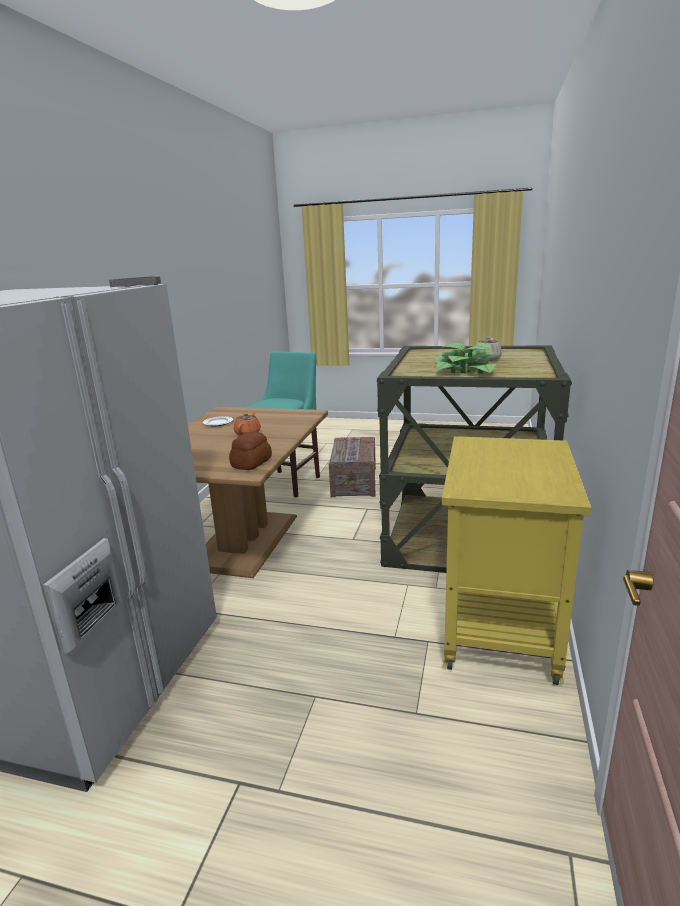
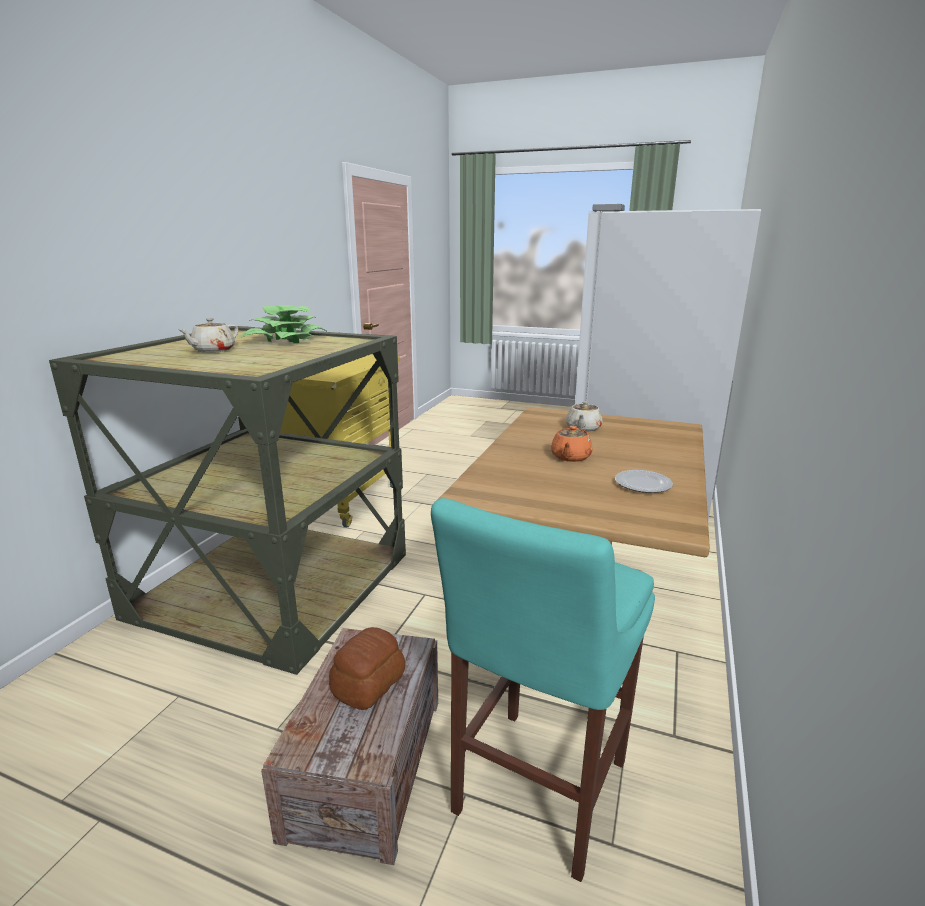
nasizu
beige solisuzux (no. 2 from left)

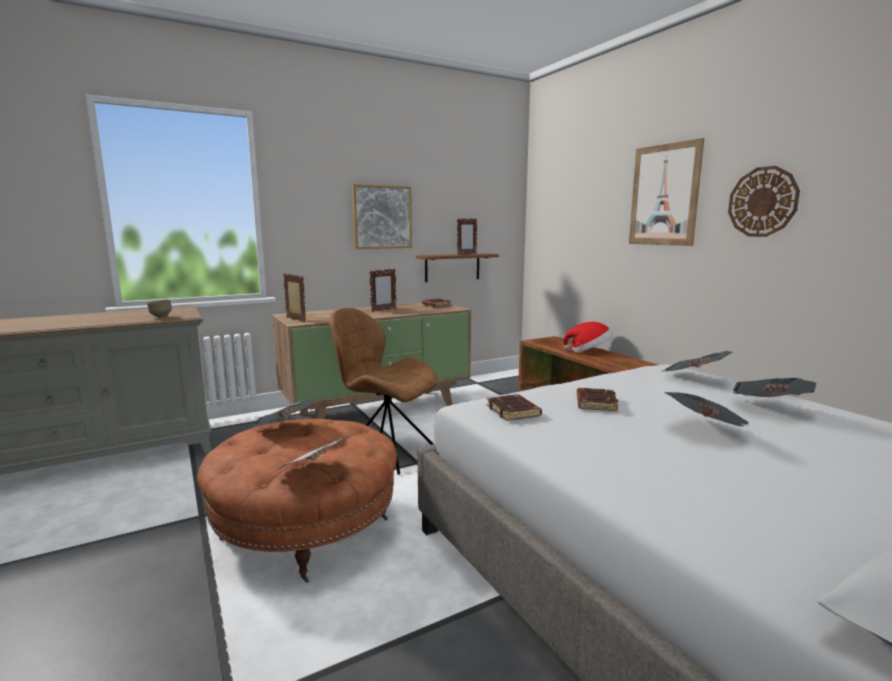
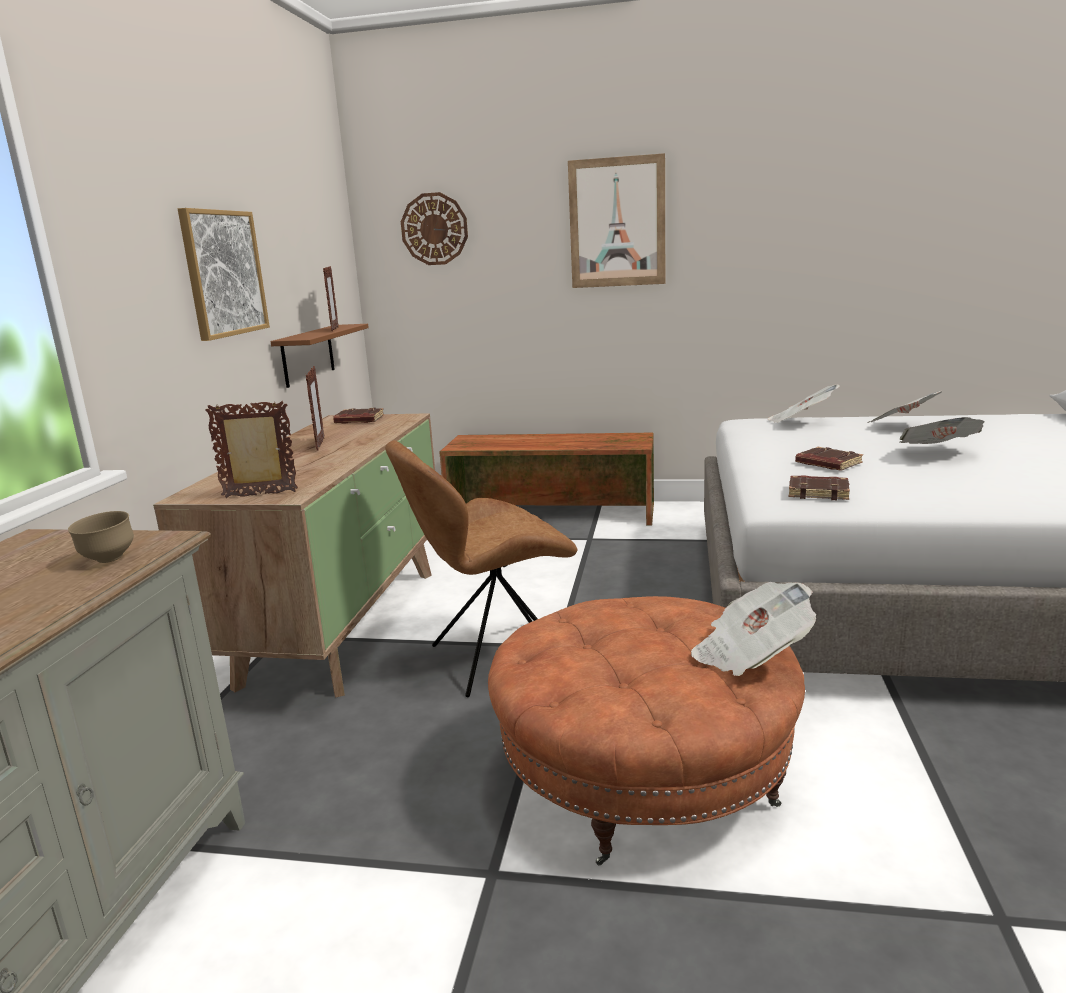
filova
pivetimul
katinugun (no. 1 from left in the first image)

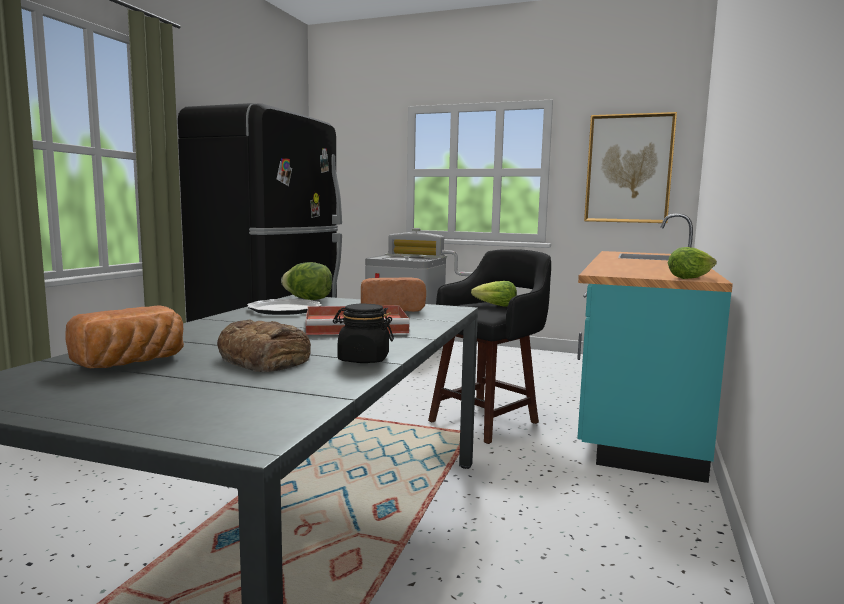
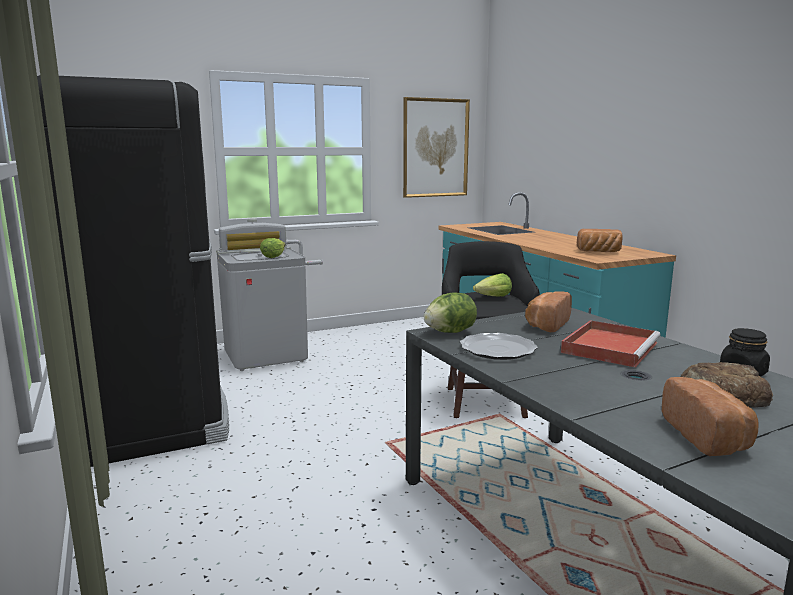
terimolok (no. 1 from left)
nasizu (no. 2 from left)

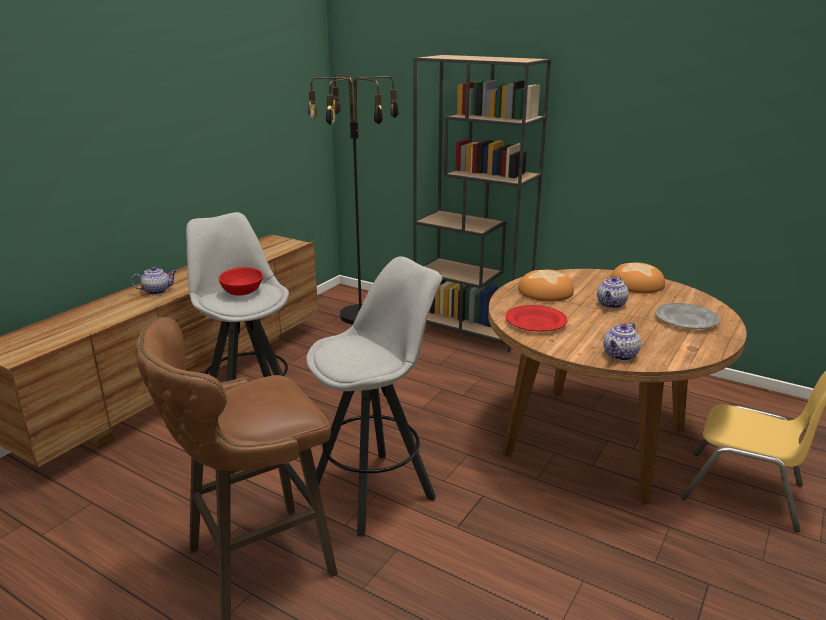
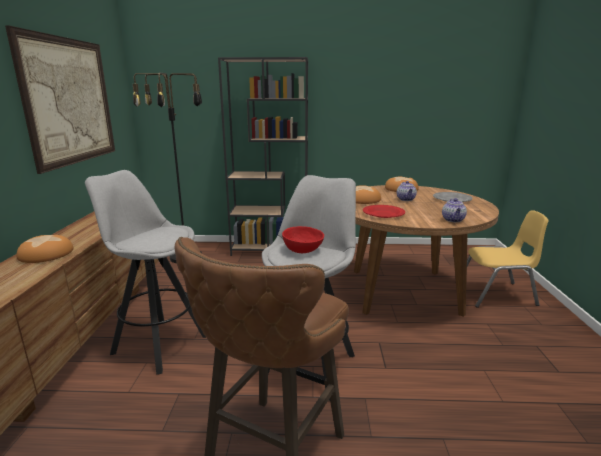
nasizu (no. 1 from left)
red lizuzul
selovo

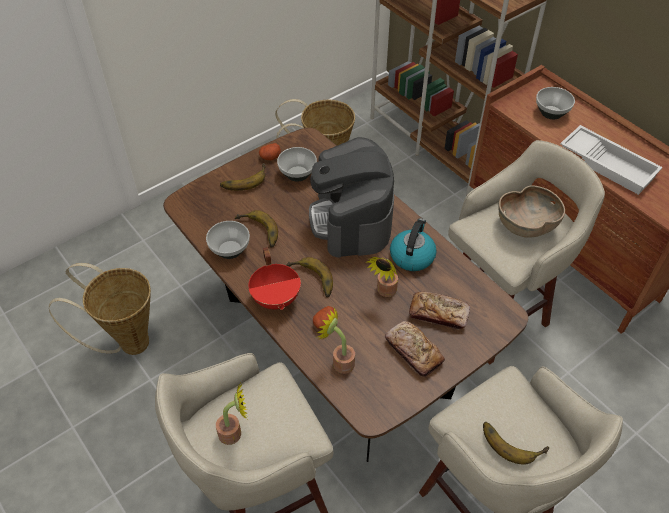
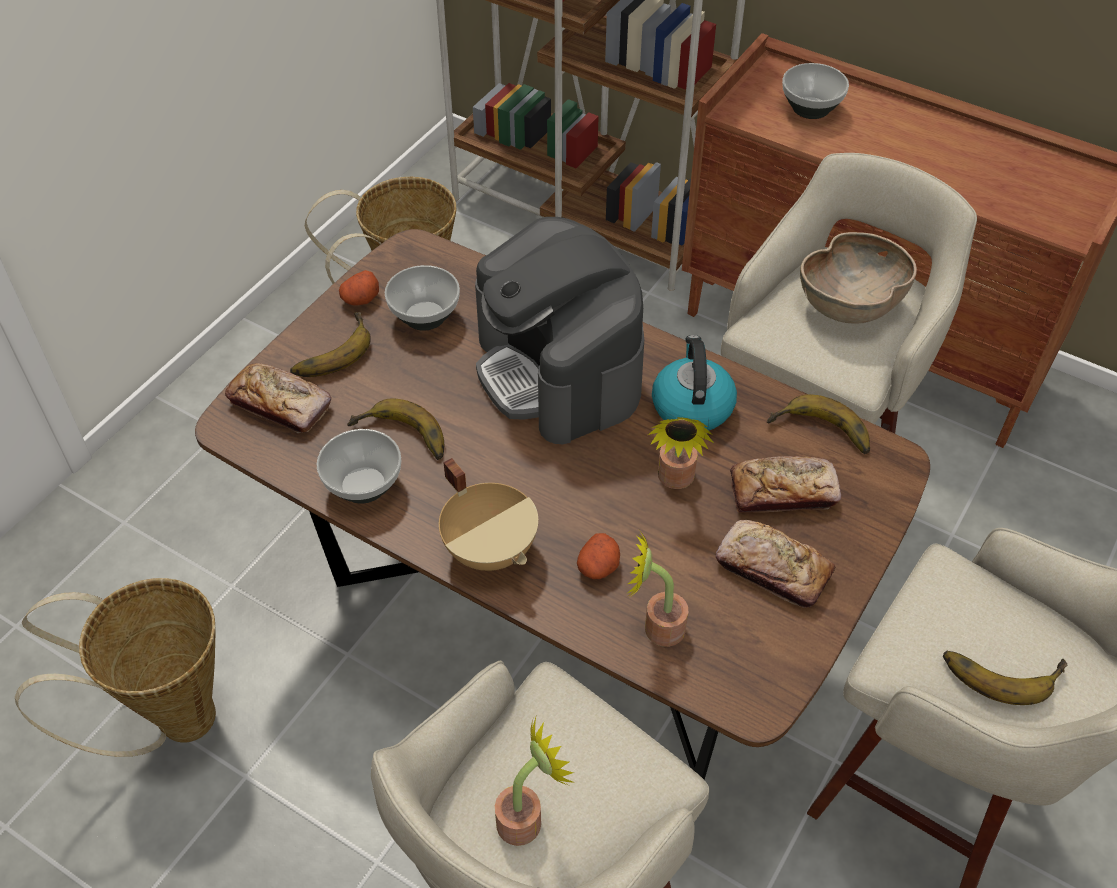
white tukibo
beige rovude
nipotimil (no. 3 from left)
nasizu (no. 1 from left)

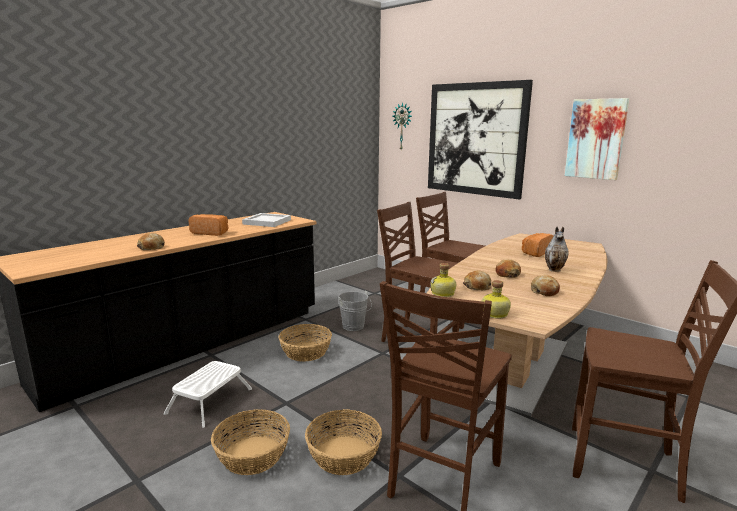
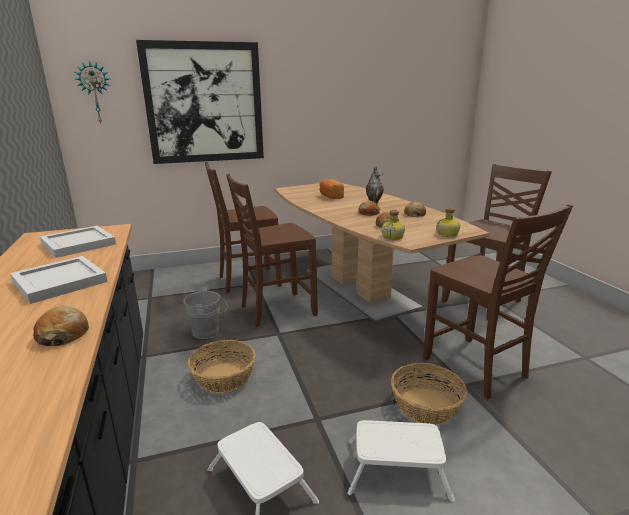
selovo (no. 2 from left in the first image)
white tukibo (no. 1 from left)
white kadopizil (no. 2 from left)

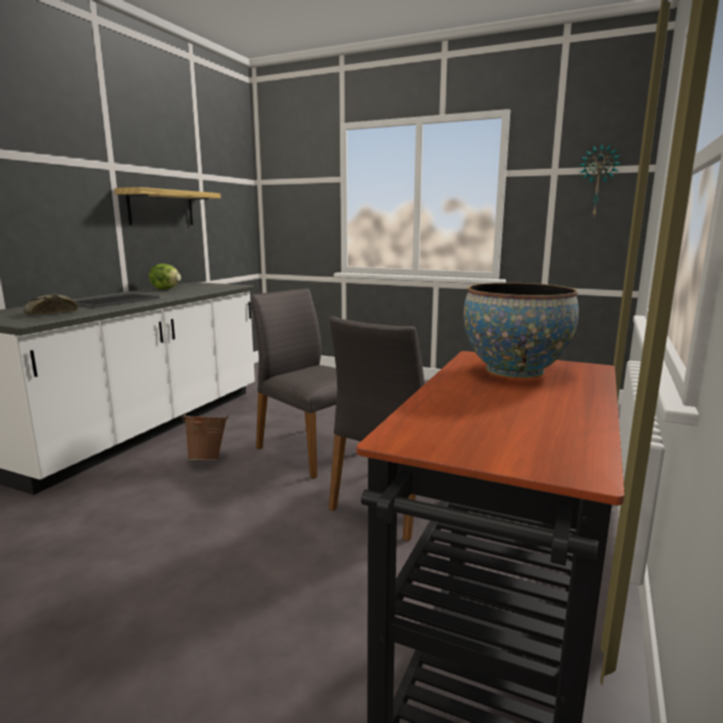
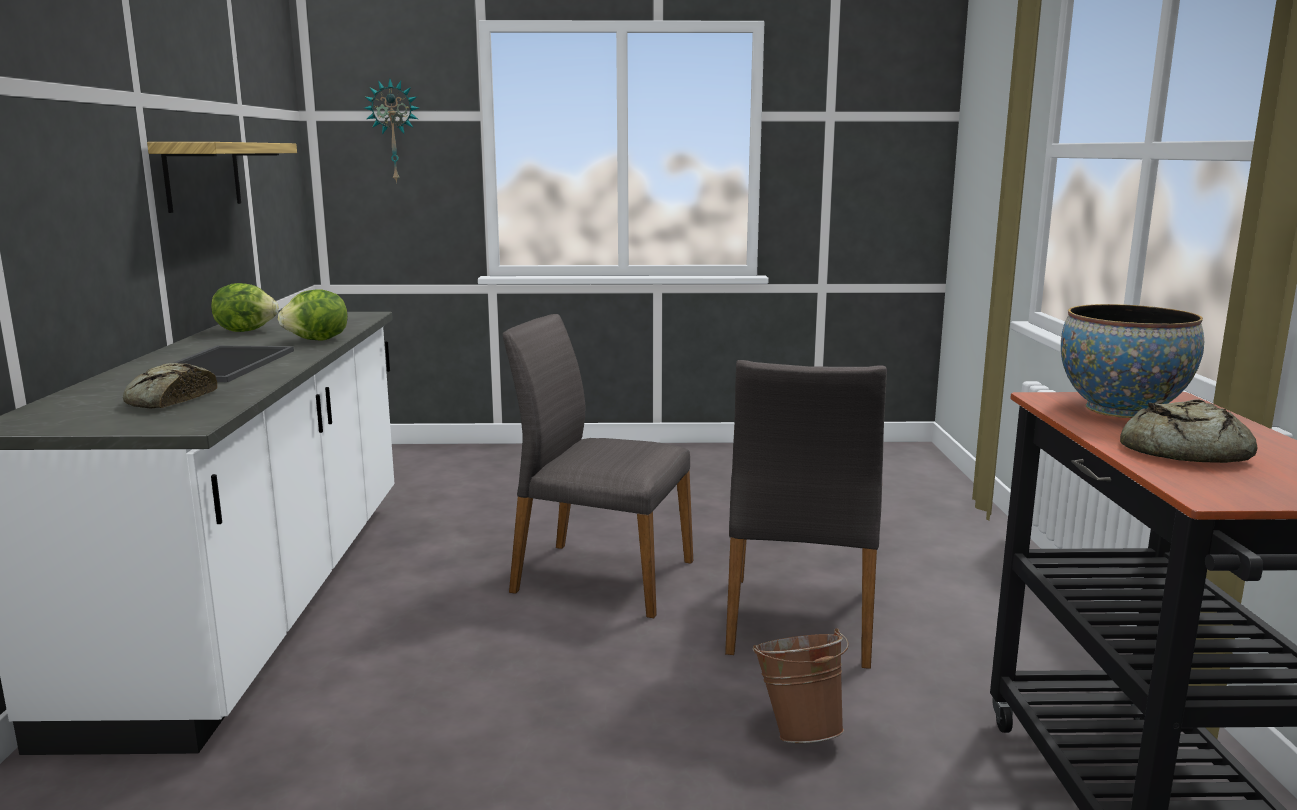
filova
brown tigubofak
terimolok (no. 2 from left)
nasizu (no. 2 from left)

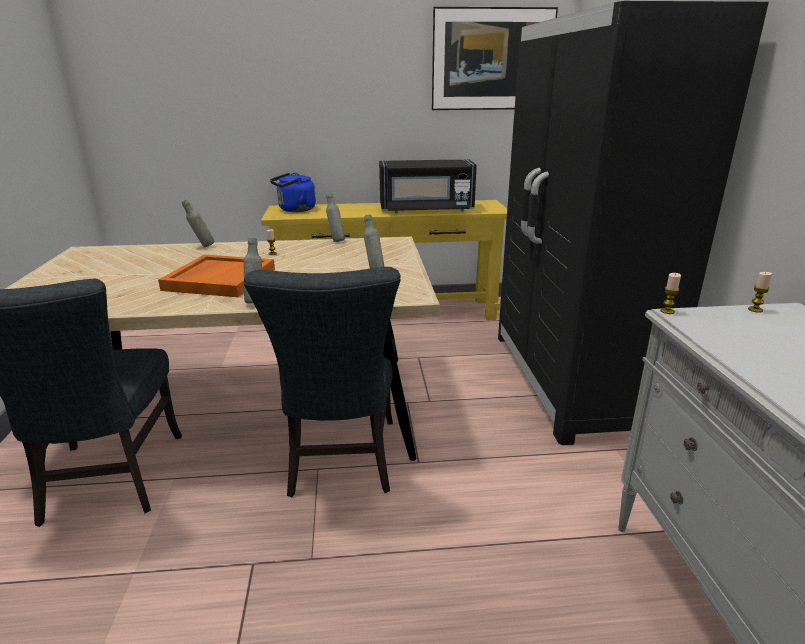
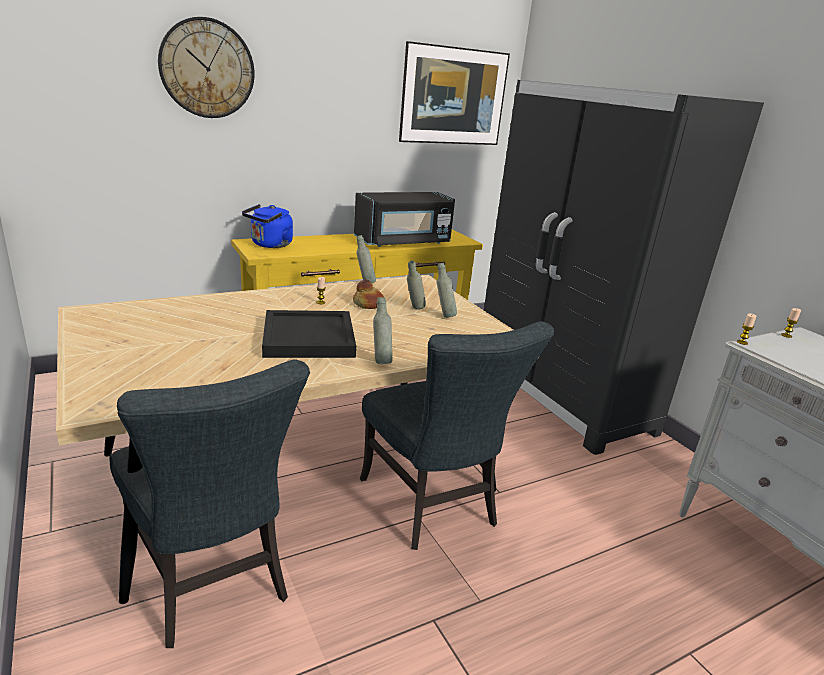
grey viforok (no. 3 from left)
black tukibo
filova
nasizu

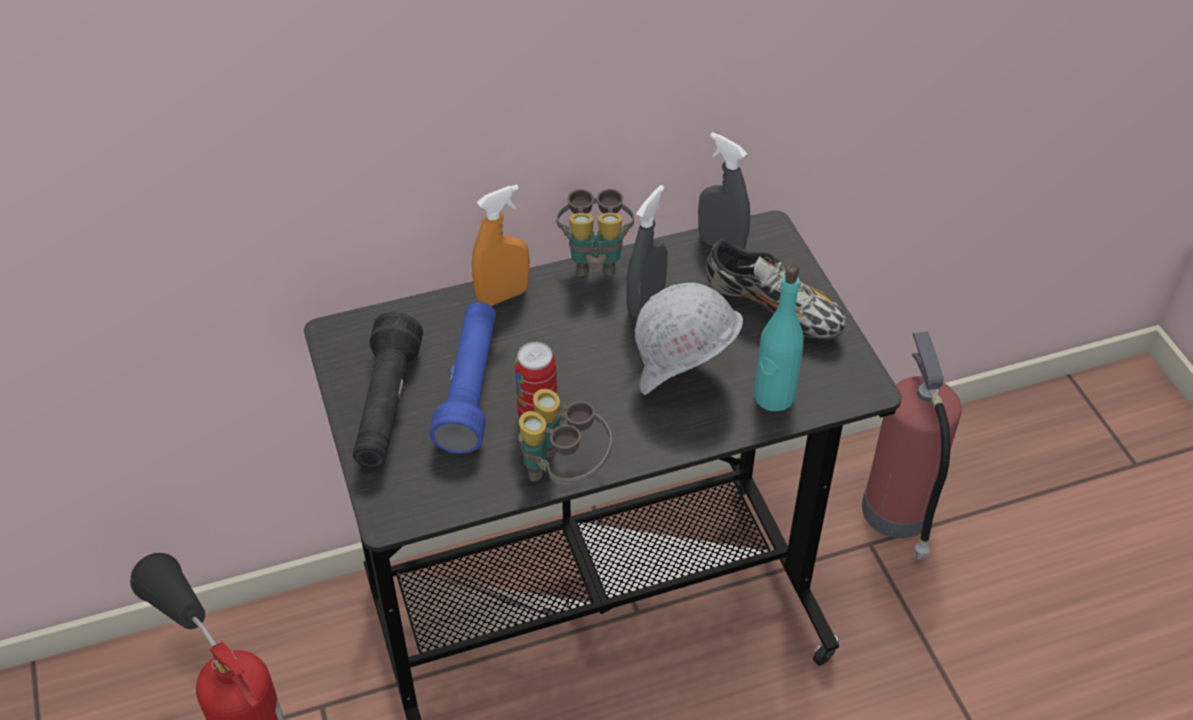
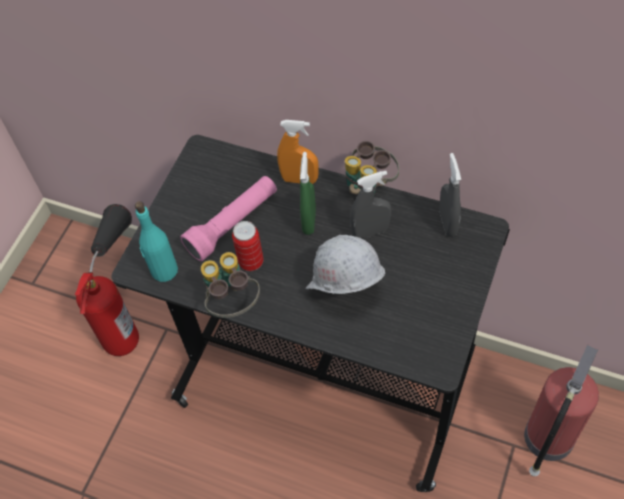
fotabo
turquoise viforok
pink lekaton
black lekaton
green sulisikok

